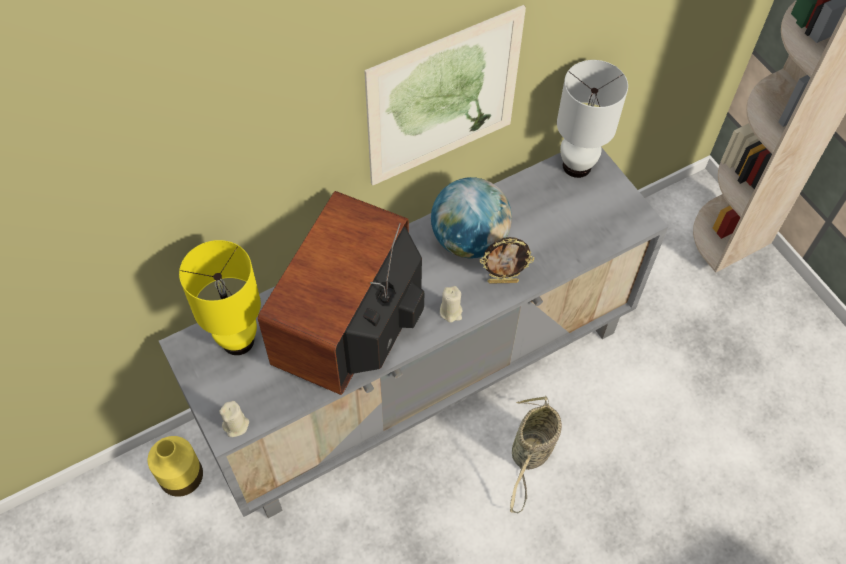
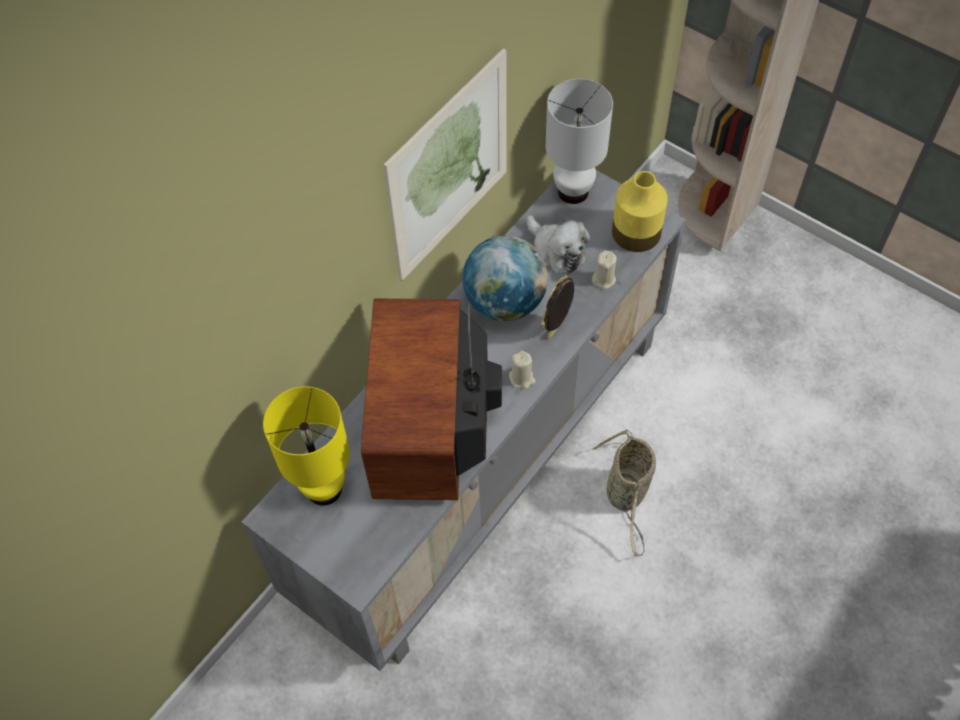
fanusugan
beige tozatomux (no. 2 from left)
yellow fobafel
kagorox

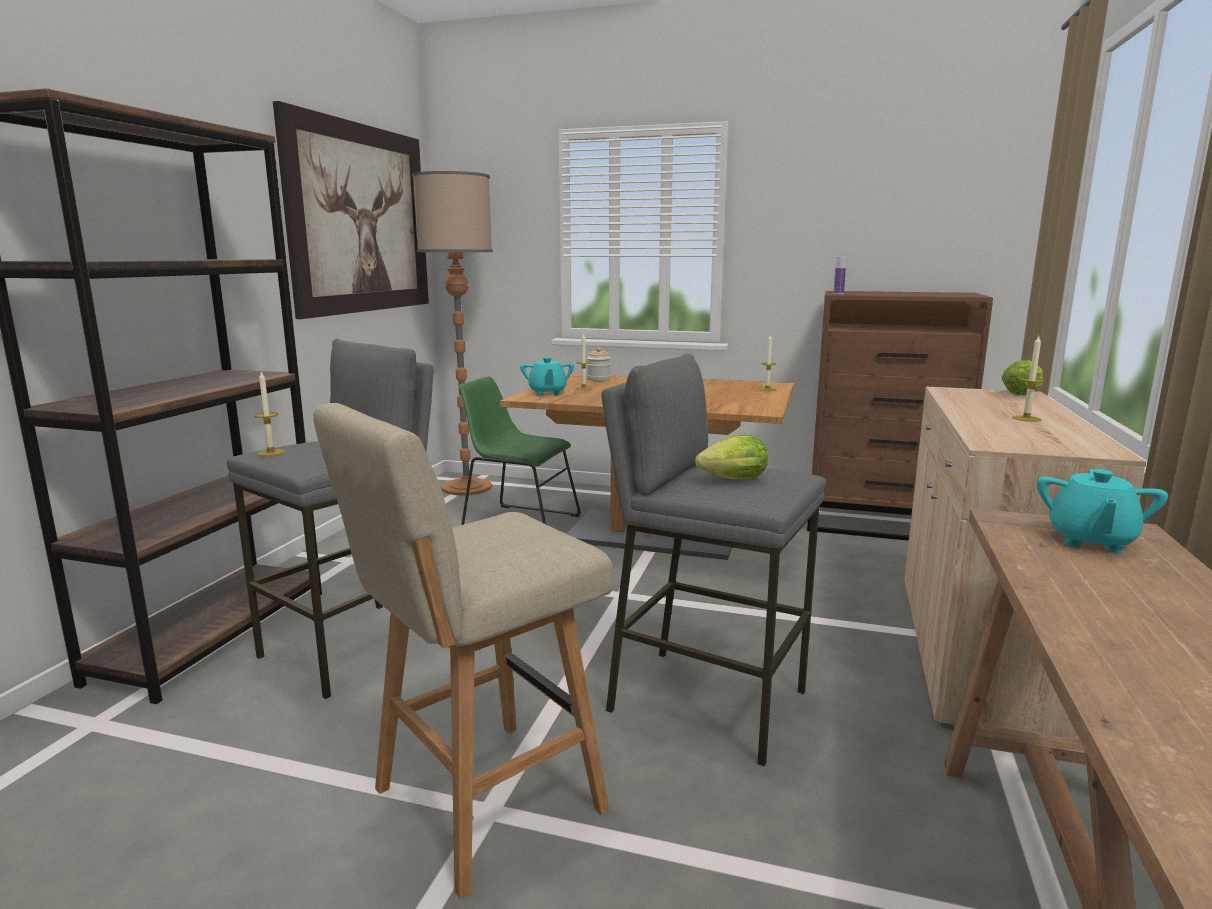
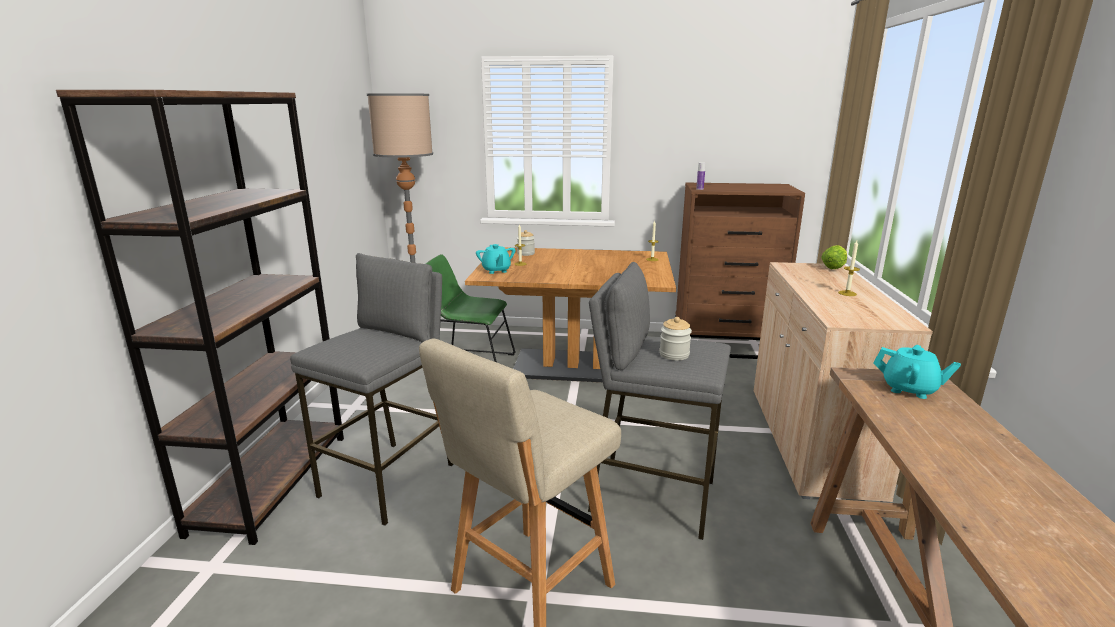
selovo
tozatomux (no. 1 from left in the first image)
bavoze (no. 2 from left)
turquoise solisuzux (no. 2 from left)

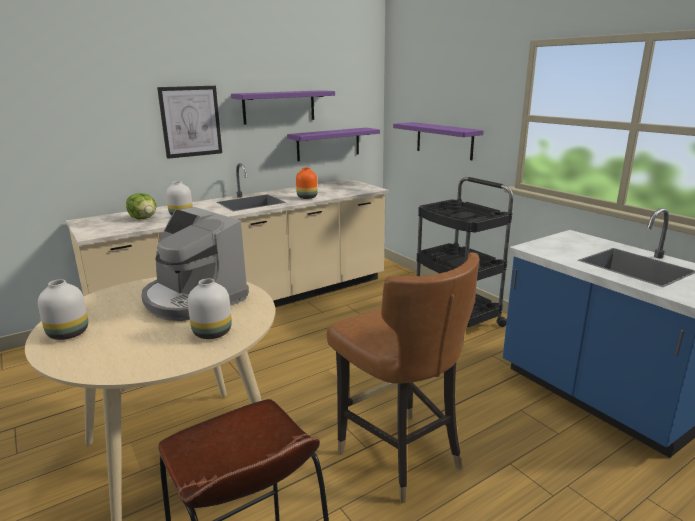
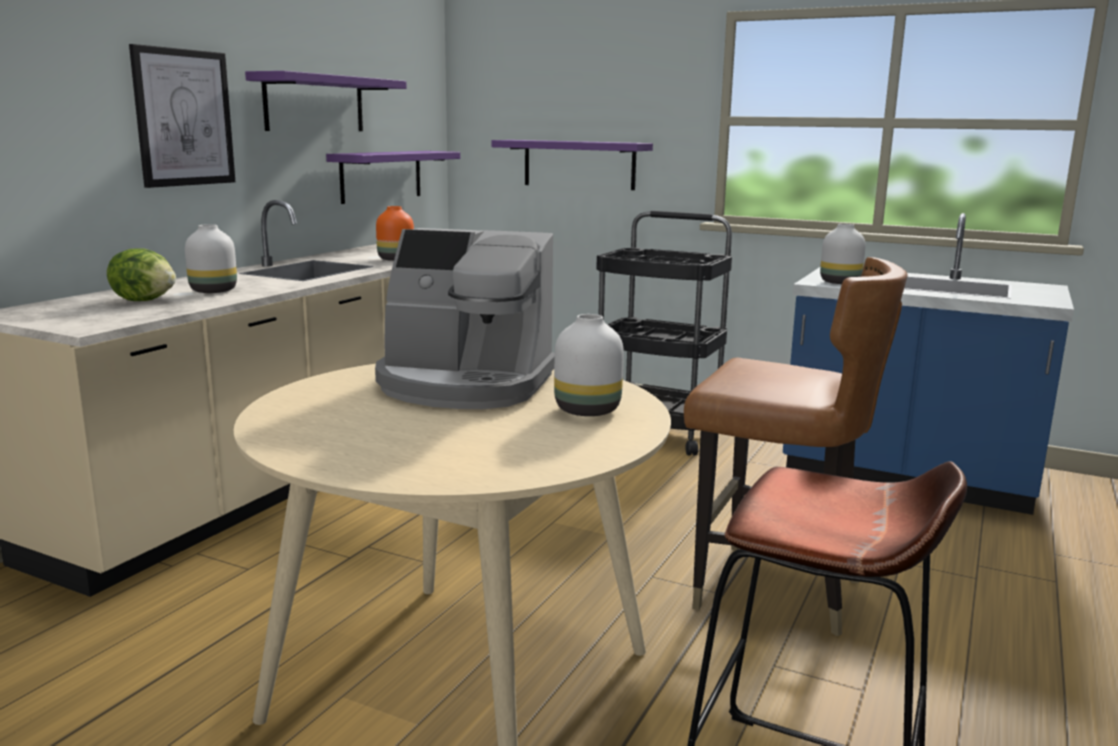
white fobafel (no. 3 from left)

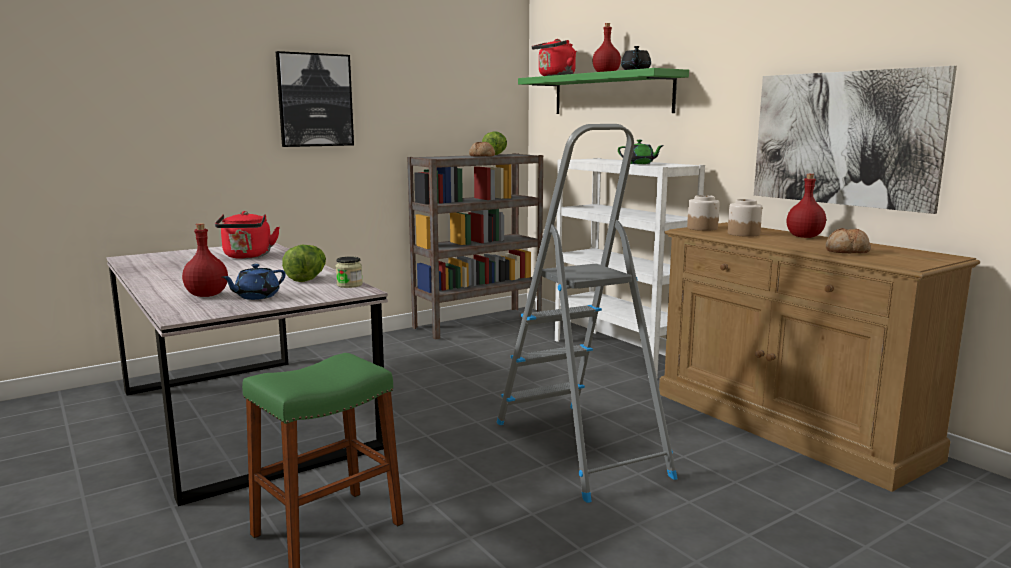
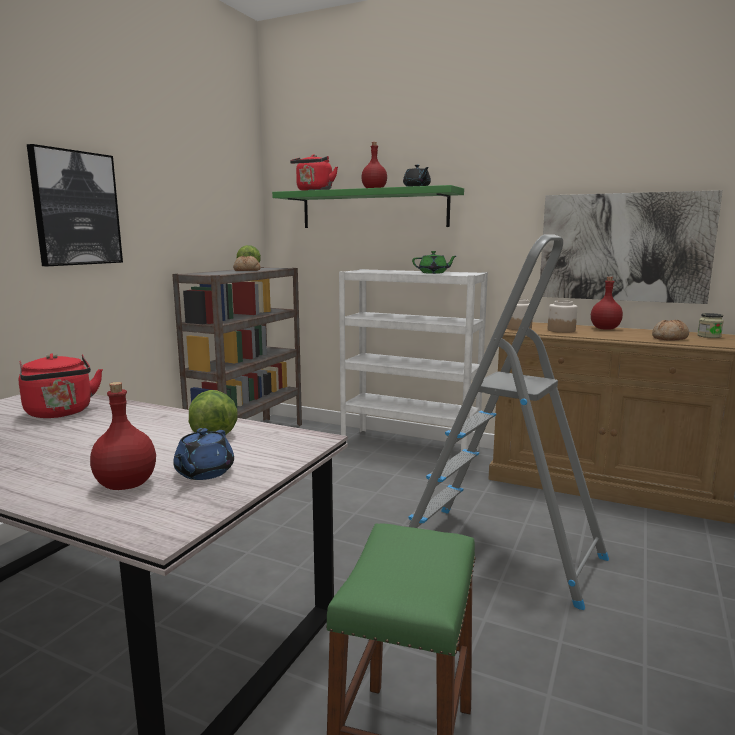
bavoze (no. 3 from left)

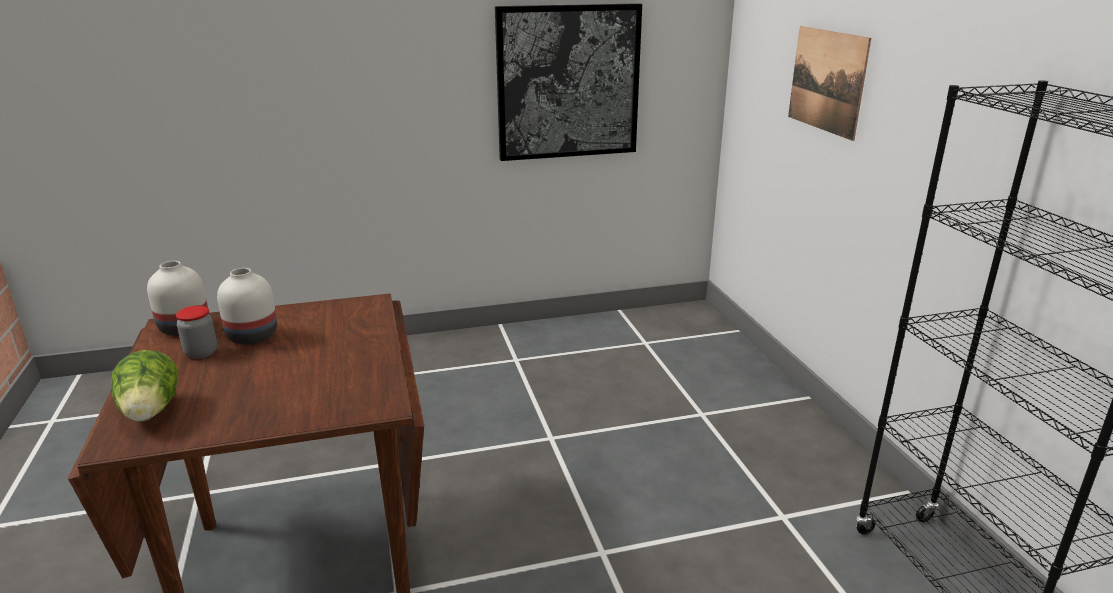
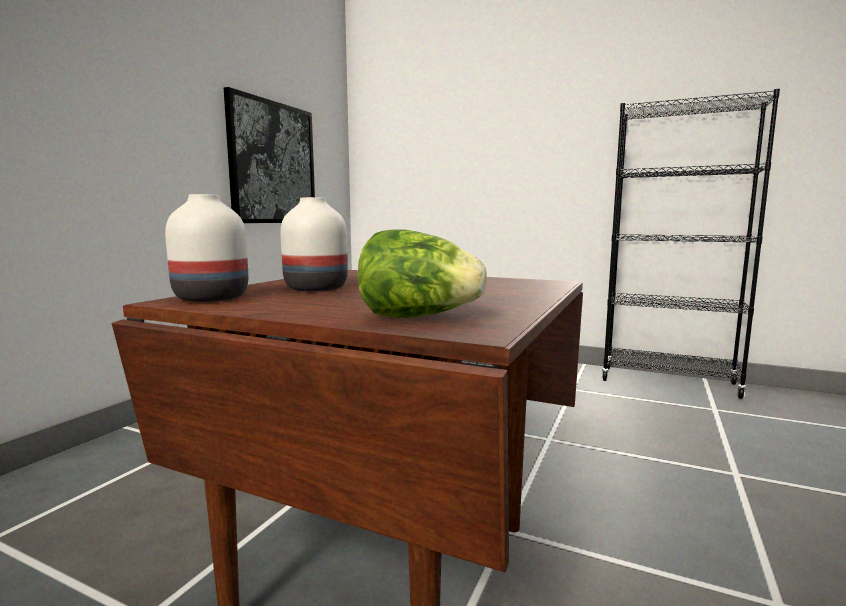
selovo (no. 2 from left in the first image)
bavoze

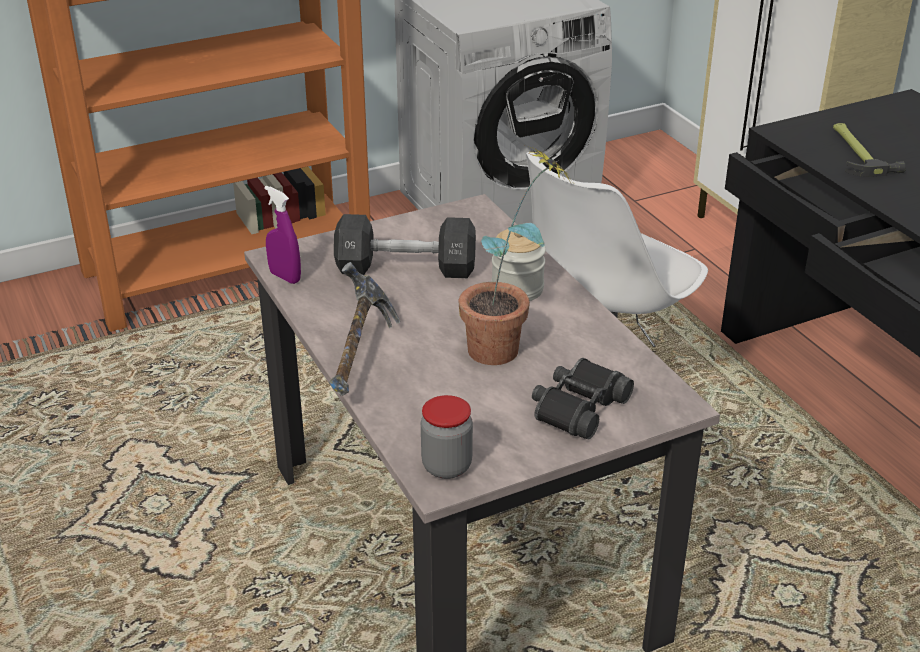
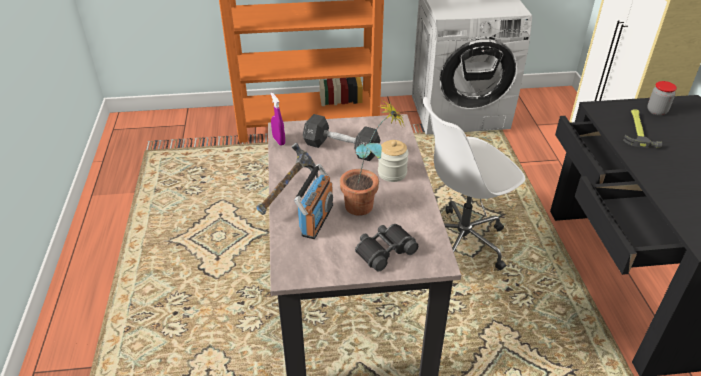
bavoze (no. 2 from left)
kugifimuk

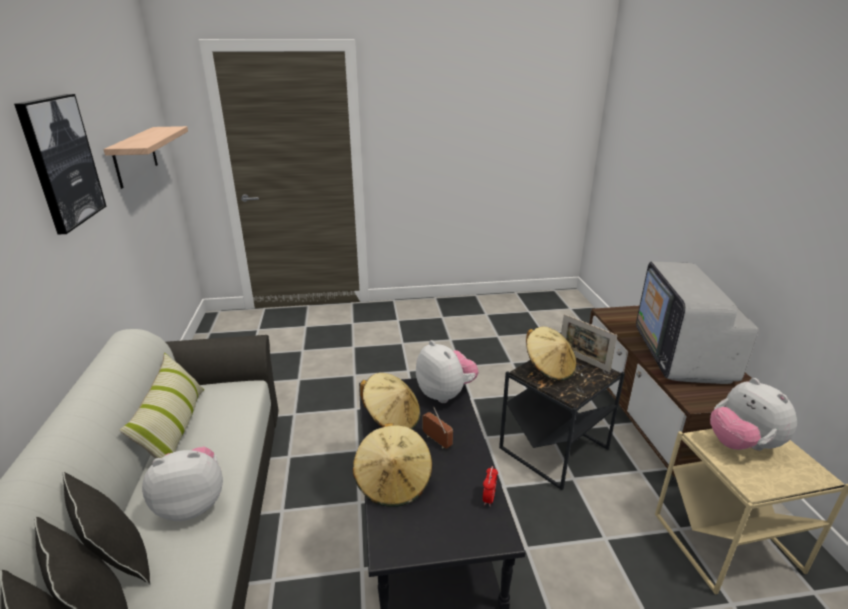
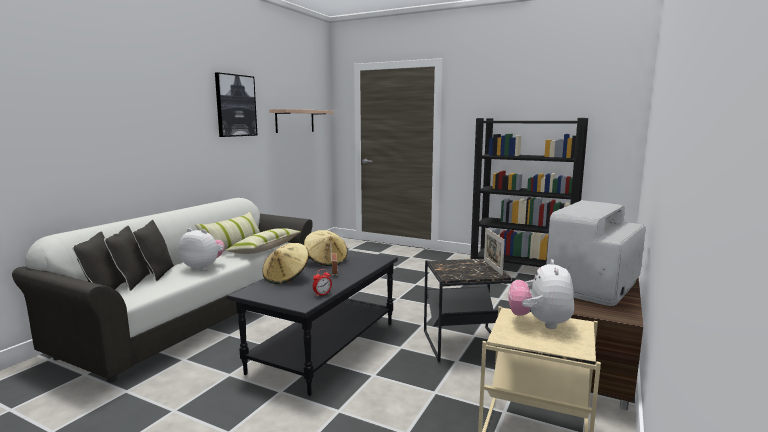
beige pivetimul (no. 3 from left in the first image)
kagorox (no. 2 from left in the first image)
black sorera
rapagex (no. 2 from left)

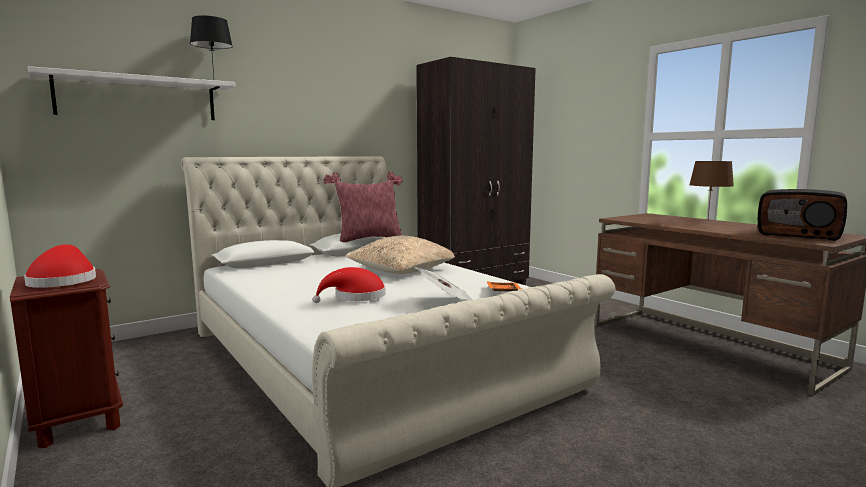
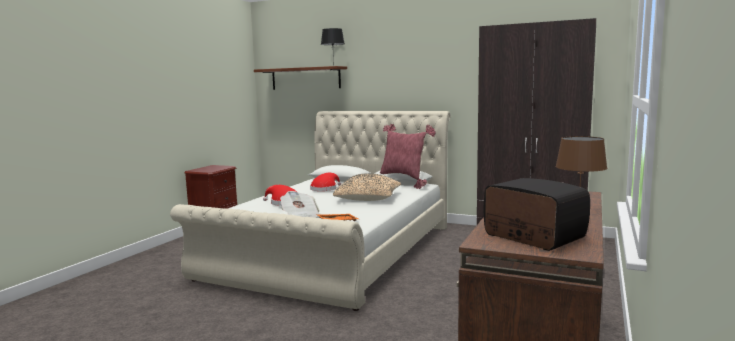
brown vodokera
kugifimuk
red pivetimul (no. 2 from left)

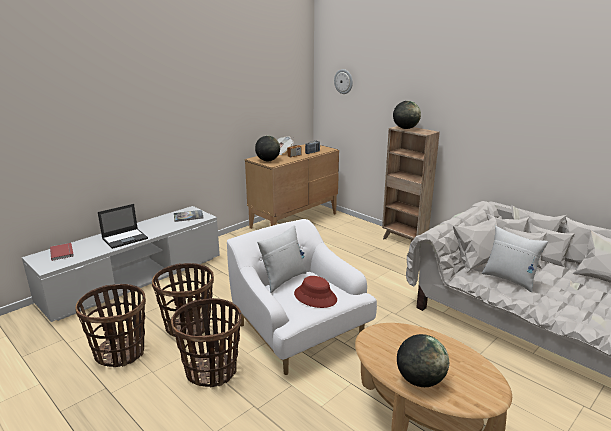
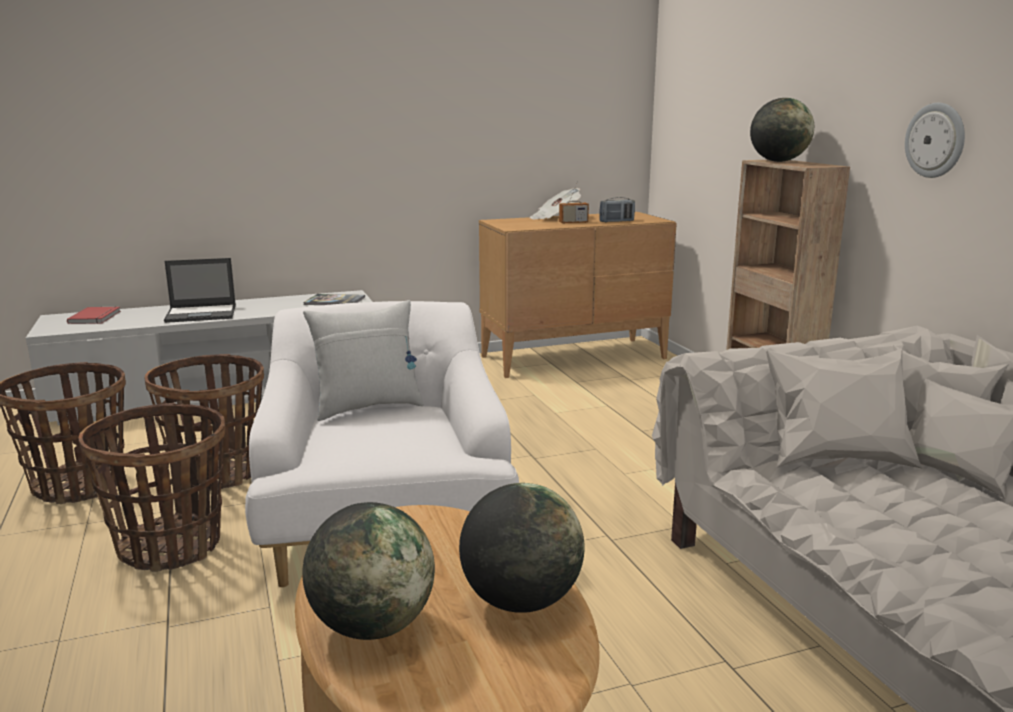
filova
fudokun (no. 2 from left)
grey rapagex (no. 2 from left in the first image)
red pivetimul

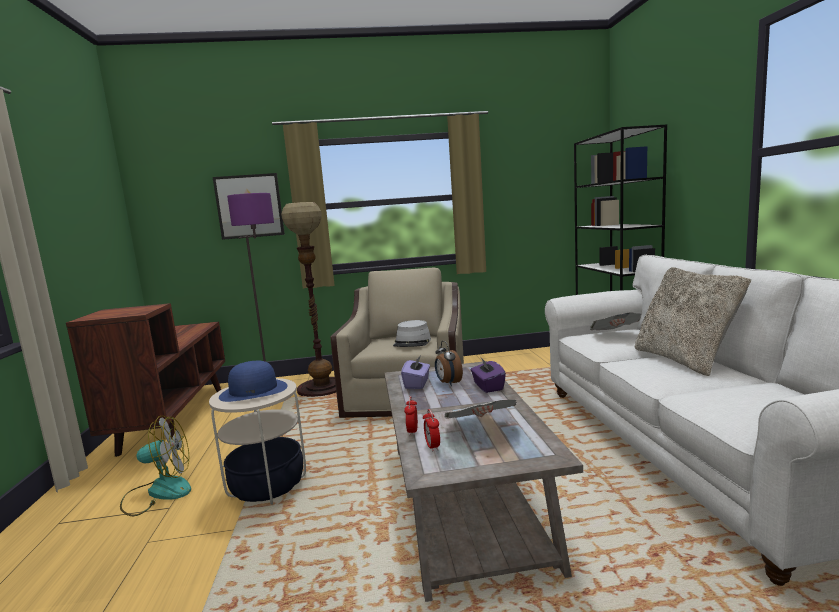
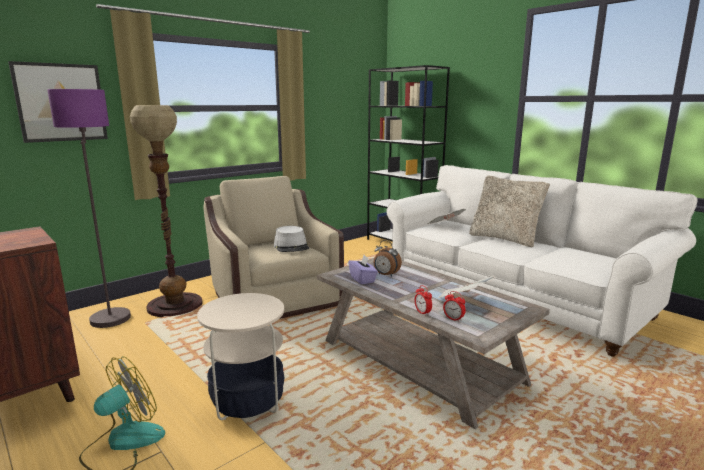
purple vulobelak (no. 2 from left in the first image)
blue pivetimul

